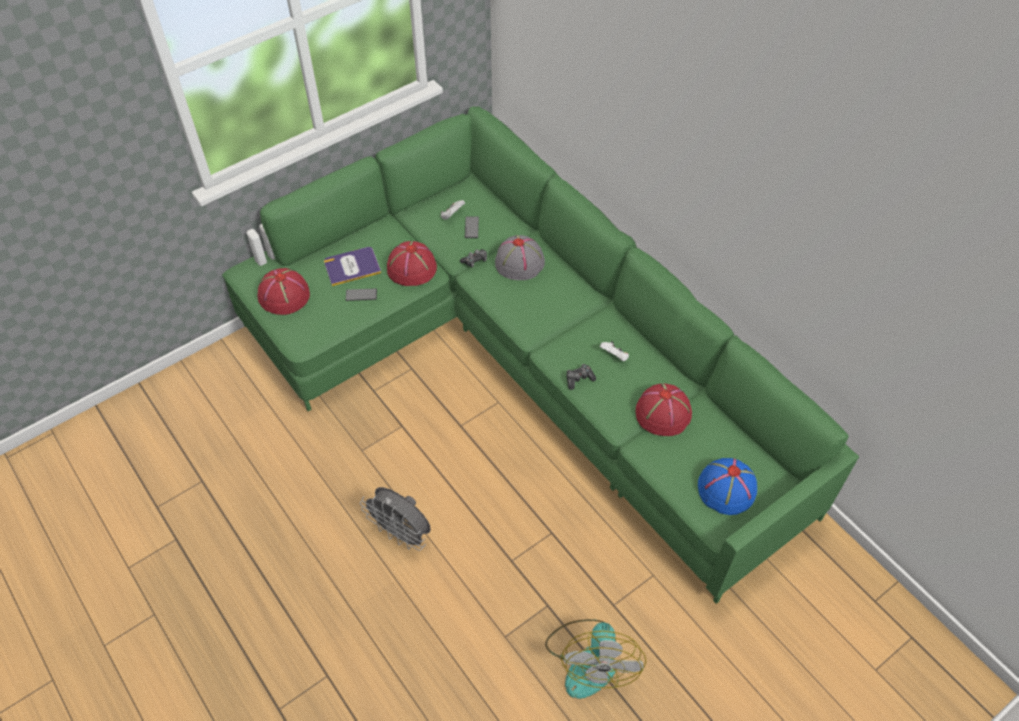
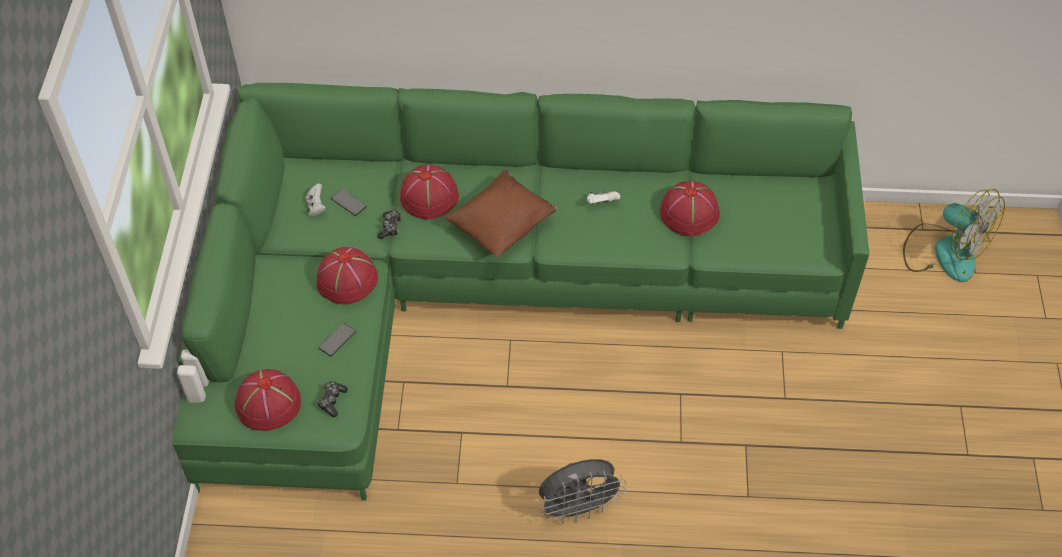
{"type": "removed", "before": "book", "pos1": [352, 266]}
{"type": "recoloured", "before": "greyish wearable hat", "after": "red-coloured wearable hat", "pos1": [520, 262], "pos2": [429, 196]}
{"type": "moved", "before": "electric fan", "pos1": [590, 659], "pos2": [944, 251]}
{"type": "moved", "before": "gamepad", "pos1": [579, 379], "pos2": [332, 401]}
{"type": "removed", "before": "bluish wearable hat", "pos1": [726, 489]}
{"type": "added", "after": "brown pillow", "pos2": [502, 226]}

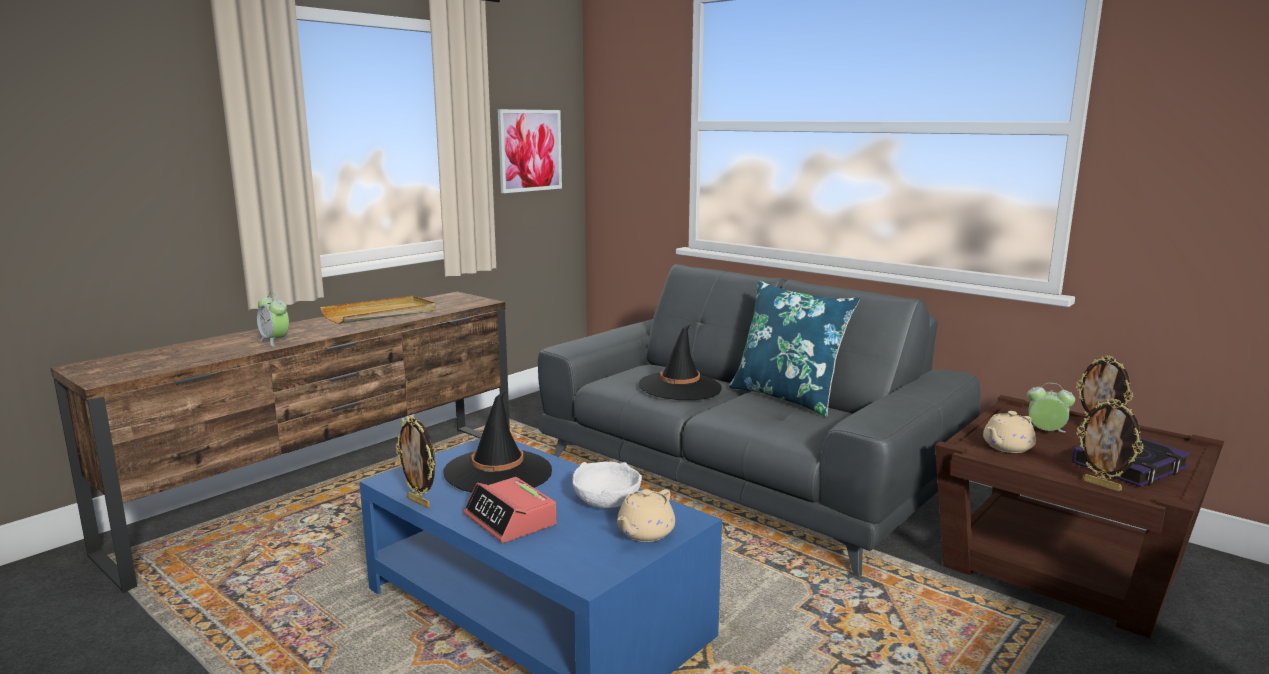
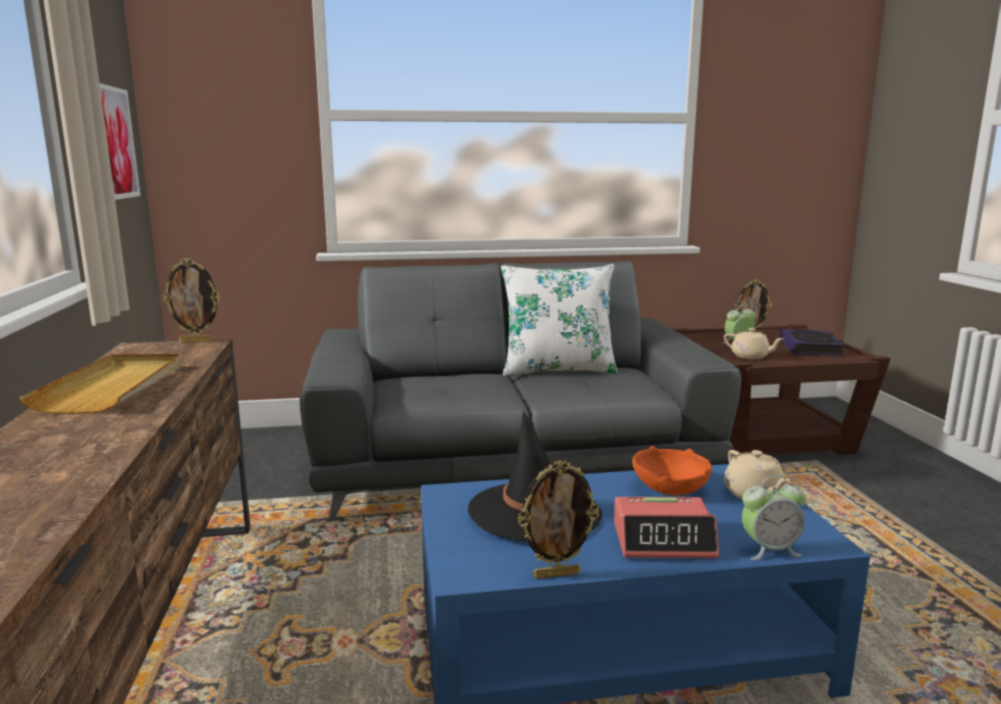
{"type": "moved", "before": "alarm clock", "pos1": [275, 341], "pos2": [769, 550]}
{"type": "recoloured", "before": "white-coloured serving bowl", "after": "orangey serving bowl", "pos1": [606, 501], "pos2": [670, 488]}
{"type": "removed", "before": "blackish wearable hat", "pos1": [680, 387]}
{"type": "recoloured", "before": "bluish pillow", "after": "white-coloured pillow", "pos1": [788, 397], "pos2": [558, 369]}
{"type": "turned", "before": "beige teapot", "pos1": [1006, 447], "pos2": [751, 356], "turn": -60}
{"type": "moved", "before": "picture frame", "pos1": [1102, 485], "pos2": [197, 341]}

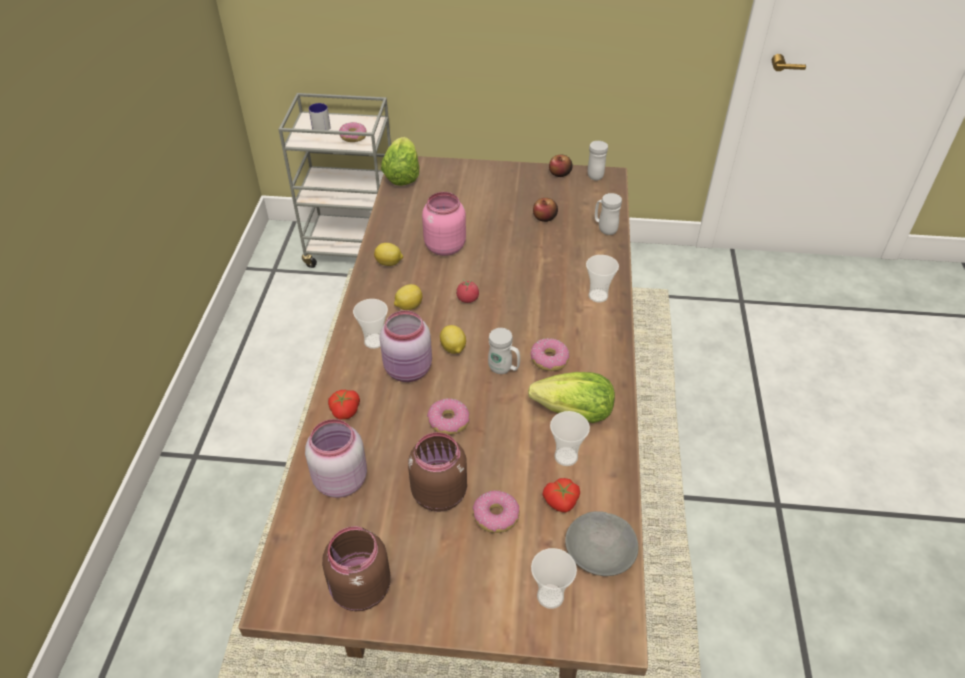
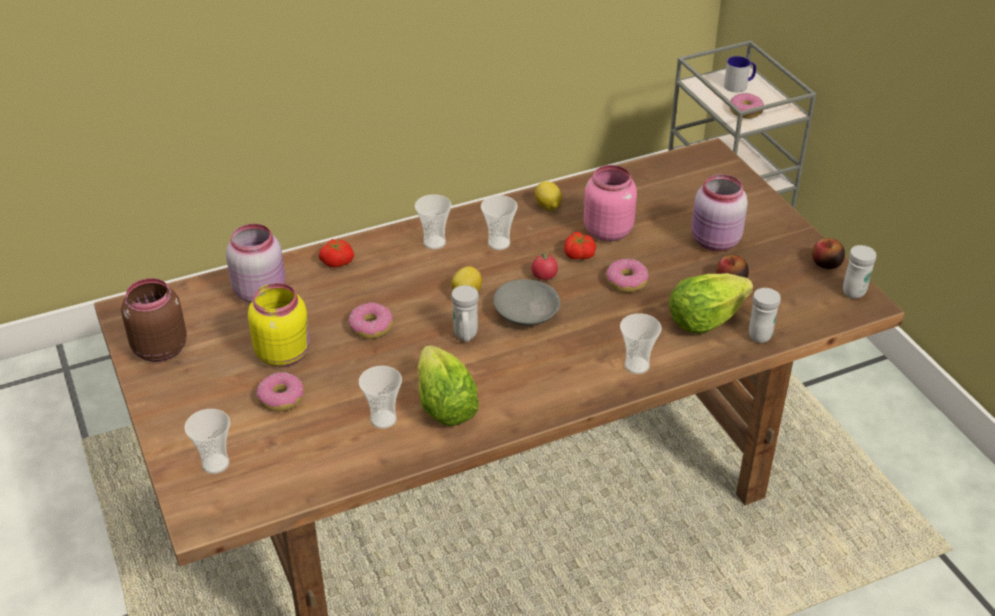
{"type": "moved", "before": "pinkish jar", "pos1": [409, 370], "pos2": [715, 242]}
{"type": "moved", "before": "head of lettuce", "pos1": [402, 176], "pos2": [704, 320]}
{"type": "replaced", "before": "lemon", "after": "drinking cup", "pos1": [408, 306], "pos2": [499, 243]}
{"type": "recoloured", "before": "brown jar", "after": "yellowish jar", "pos1": [438, 492], "pos2": [284, 353]}
{"type": "moved", "before": "donut", "pos1": [549, 359], "pos2": [626, 281]}
{"type": "moved", "before": "fresh tomato", "pos1": [561, 502], "pos2": [578, 255]}
{"type": "moved", "before": "greyish serving bowl", "pos1": [600, 551], "pos2": [527, 313]}

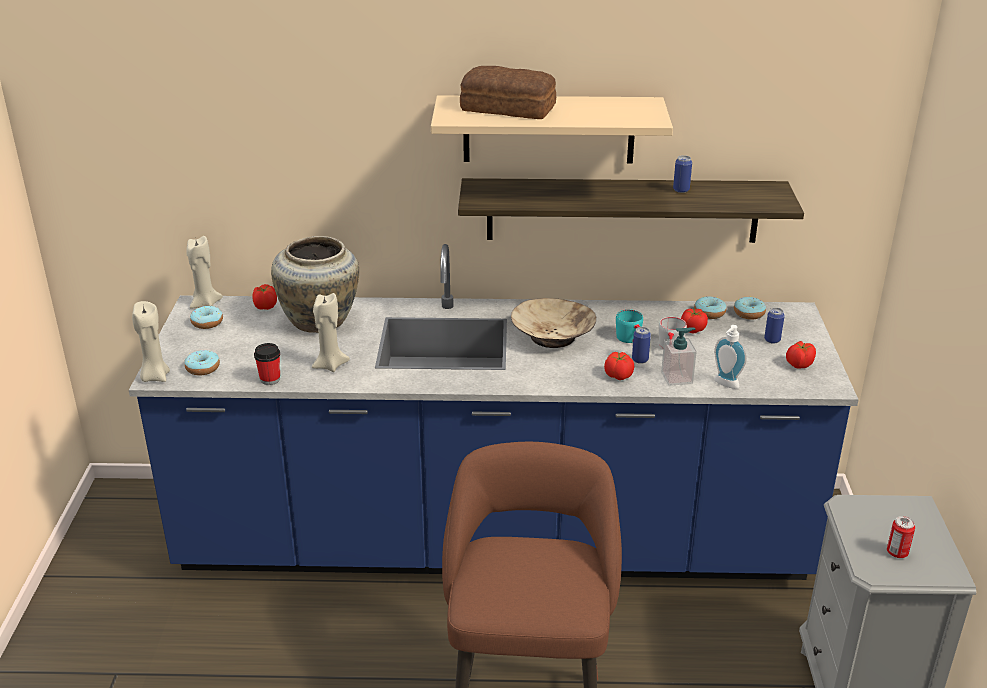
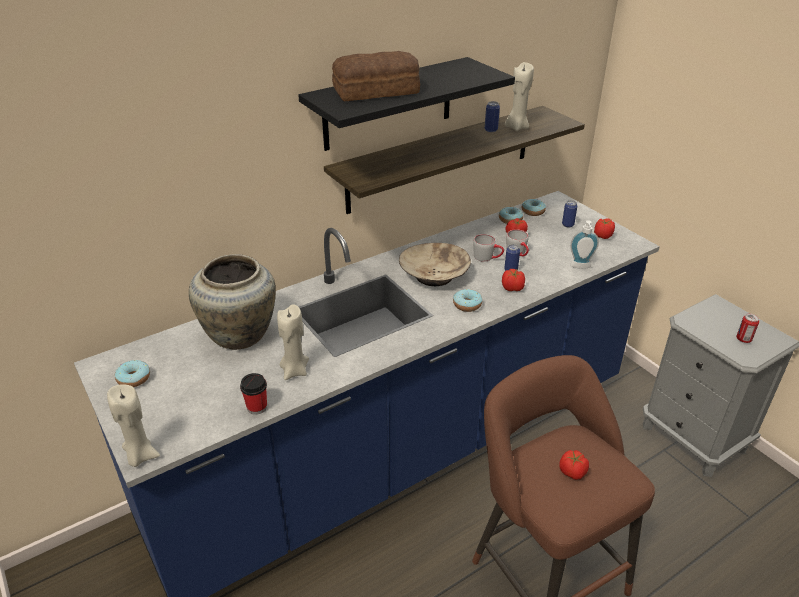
{"type": "moved", "before": "donut", "pos1": [202, 368], "pos2": [467, 305]}
{"type": "moved", "before": "beige wax candle", "pos1": [205, 304], "pos2": [516, 127]}
{"type": "moved", "before": "fresh tomato", "pos1": [265, 307], "pos2": [572, 472]}
{"type": "recoloured", "before": "beige shelf", "after": "blackish shelf", "pos1": [548, 129], "pos2": [388, 104]}
{"type": "recoloured", "before": "turquoise-coloured coffee mug", "after": "greyish coffee mug", "pos1": [631, 340], "pos2": [487, 257]}
{"type": "removed", "before": "soap dispenser", "pos1": [677, 378]}

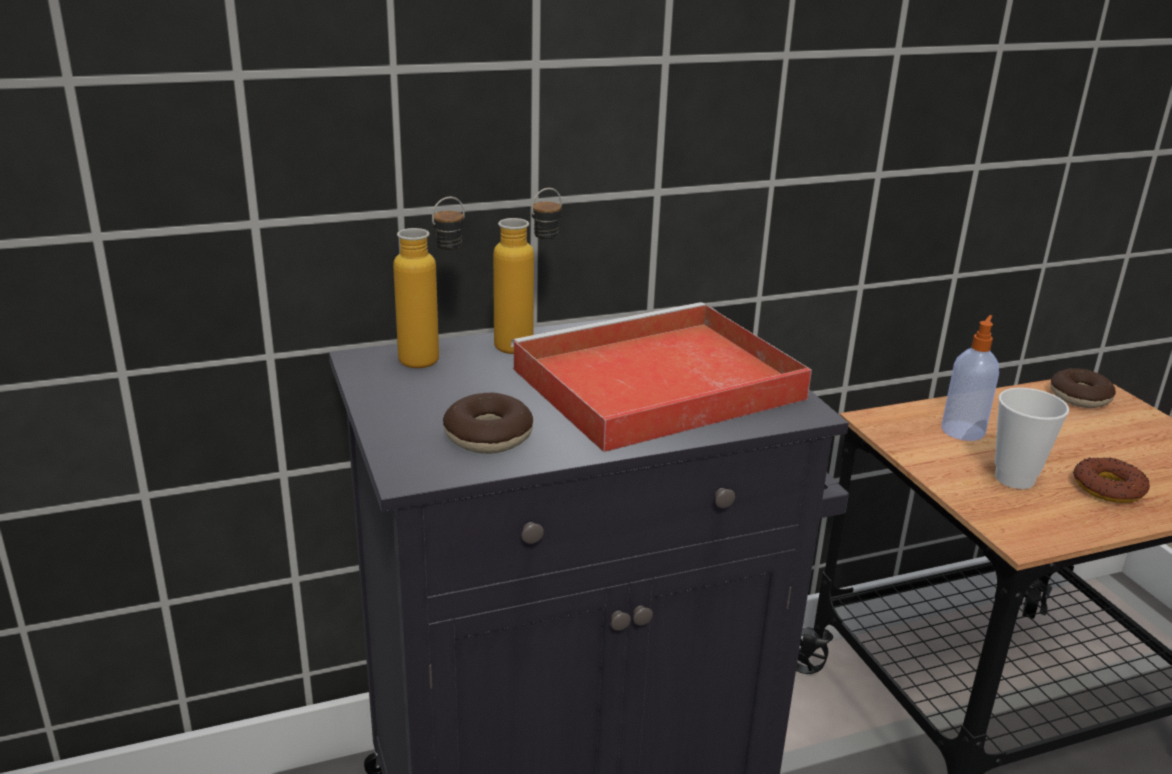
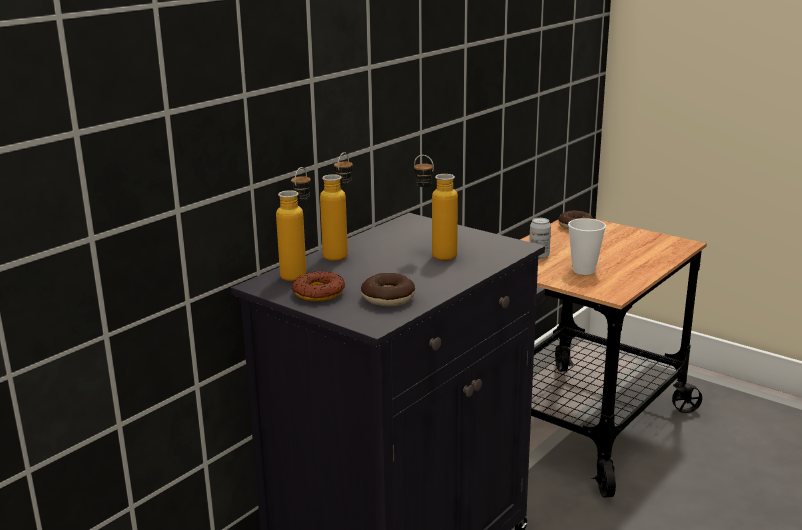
{"type": "replaced", "before": "red-coloured serving tray", "after": "beverage bottle", "pos1": [653, 385], "pos2": [435, 254]}
{"type": "replaced", "before": "soap dispenser", "after": "can", "pos1": [963, 430], "pos2": [539, 256]}
{"type": "moved", "before": "donut", "pos1": [1108, 488], "pos2": [318, 293]}

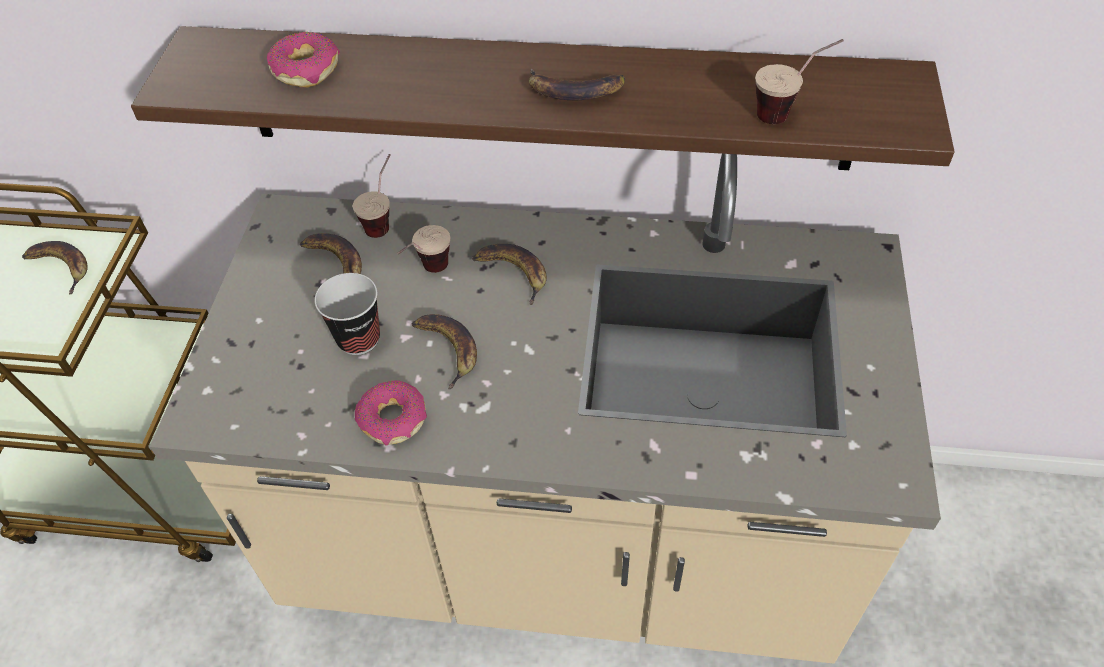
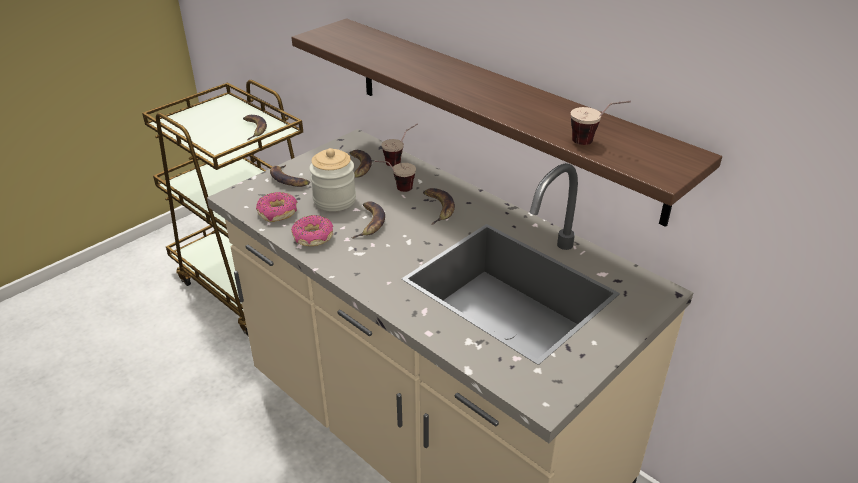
{"type": "moved", "before": "donut", "pos1": [306, 69], "pos2": [278, 212]}
{"type": "replaced", "before": "drinking cup", "after": "jar", "pos1": [358, 339], "pos2": [334, 200]}
{"type": "moved", "before": "banana", "pos1": [574, 90], "pos2": [289, 179]}

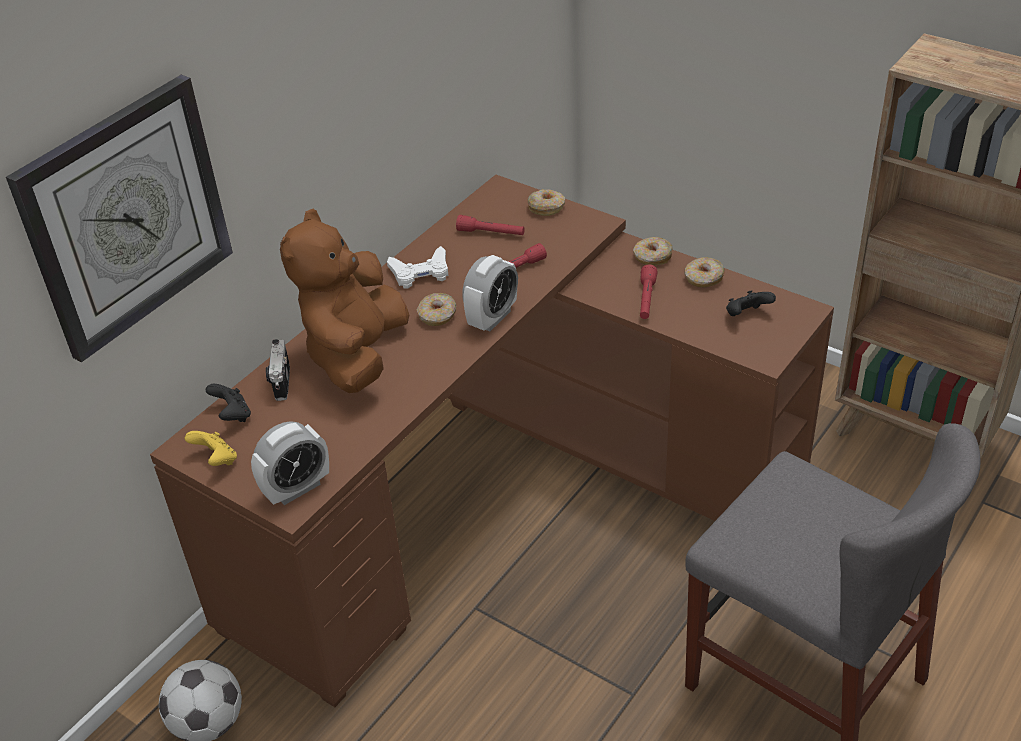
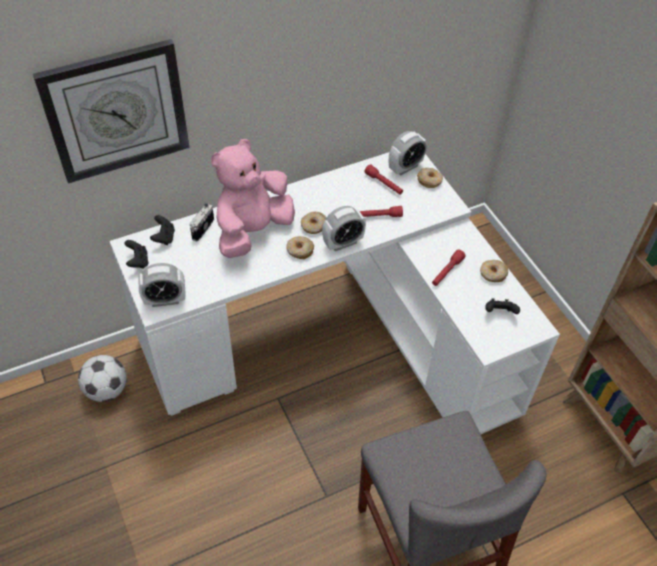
{"type": "recoloured", "before": "brown desk unit", "after": "white-coloured desk unit", "pos1": [502, 495], "pos2": [337, 338]}
{"type": "recoloured", "before": "yellowish gamepad", "after": "blackish gamepad", "pos1": [216, 460], "pos2": [138, 261]}
{"type": "recoloured", "before": "brown plush toy", "after": "pinkish plush toy", "pos1": [356, 355], "pos2": [252, 231]}
{"type": "removed", "before": "white-coloured gamepad", "pos1": [420, 273]}
{"type": "moved", "before": "donut", "pos1": [652, 257], "pos2": [299, 251]}
{"type": "added", "after": "alarm clock", "pos2": [405, 167]}

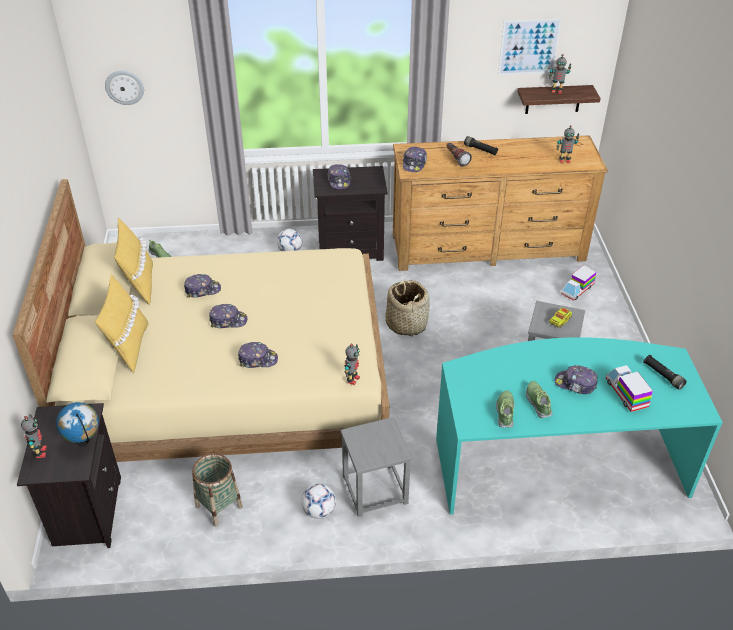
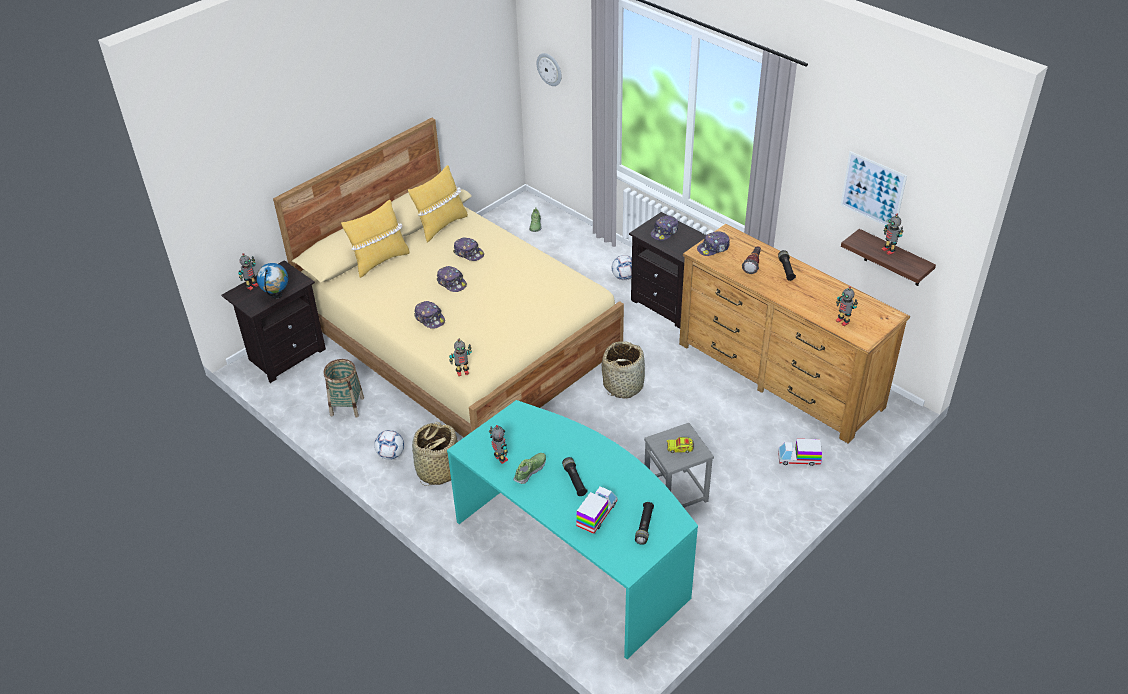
{"type": "replaced", "before": "greyish stool seat", "after": "basket", "pos1": [375, 490], "pos2": [437, 470]}
{"type": "replaced", "before": "item of footwear", "after": "robot figure", "pos1": [505, 412], "pos2": [500, 459]}
{"type": "replaced", "before": "cap", "after": "blackish flashlight", "pos1": [575, 384], "pos2": [574, 480]}

